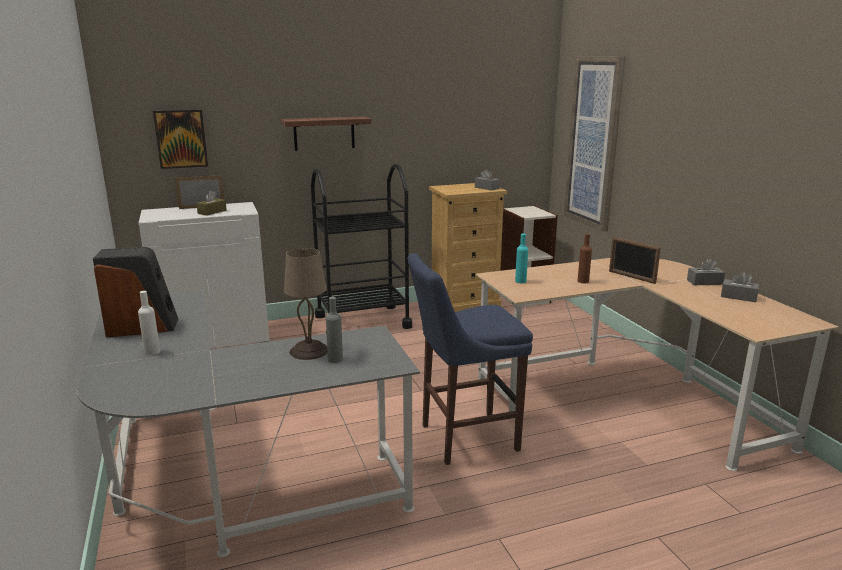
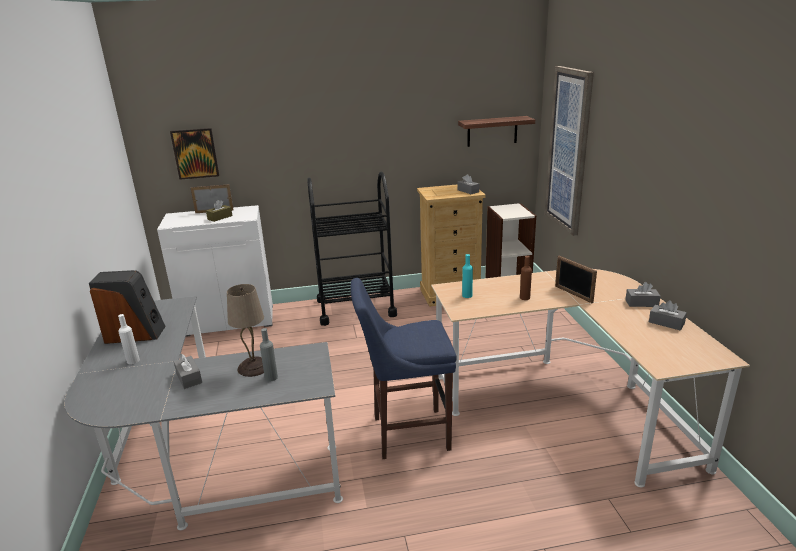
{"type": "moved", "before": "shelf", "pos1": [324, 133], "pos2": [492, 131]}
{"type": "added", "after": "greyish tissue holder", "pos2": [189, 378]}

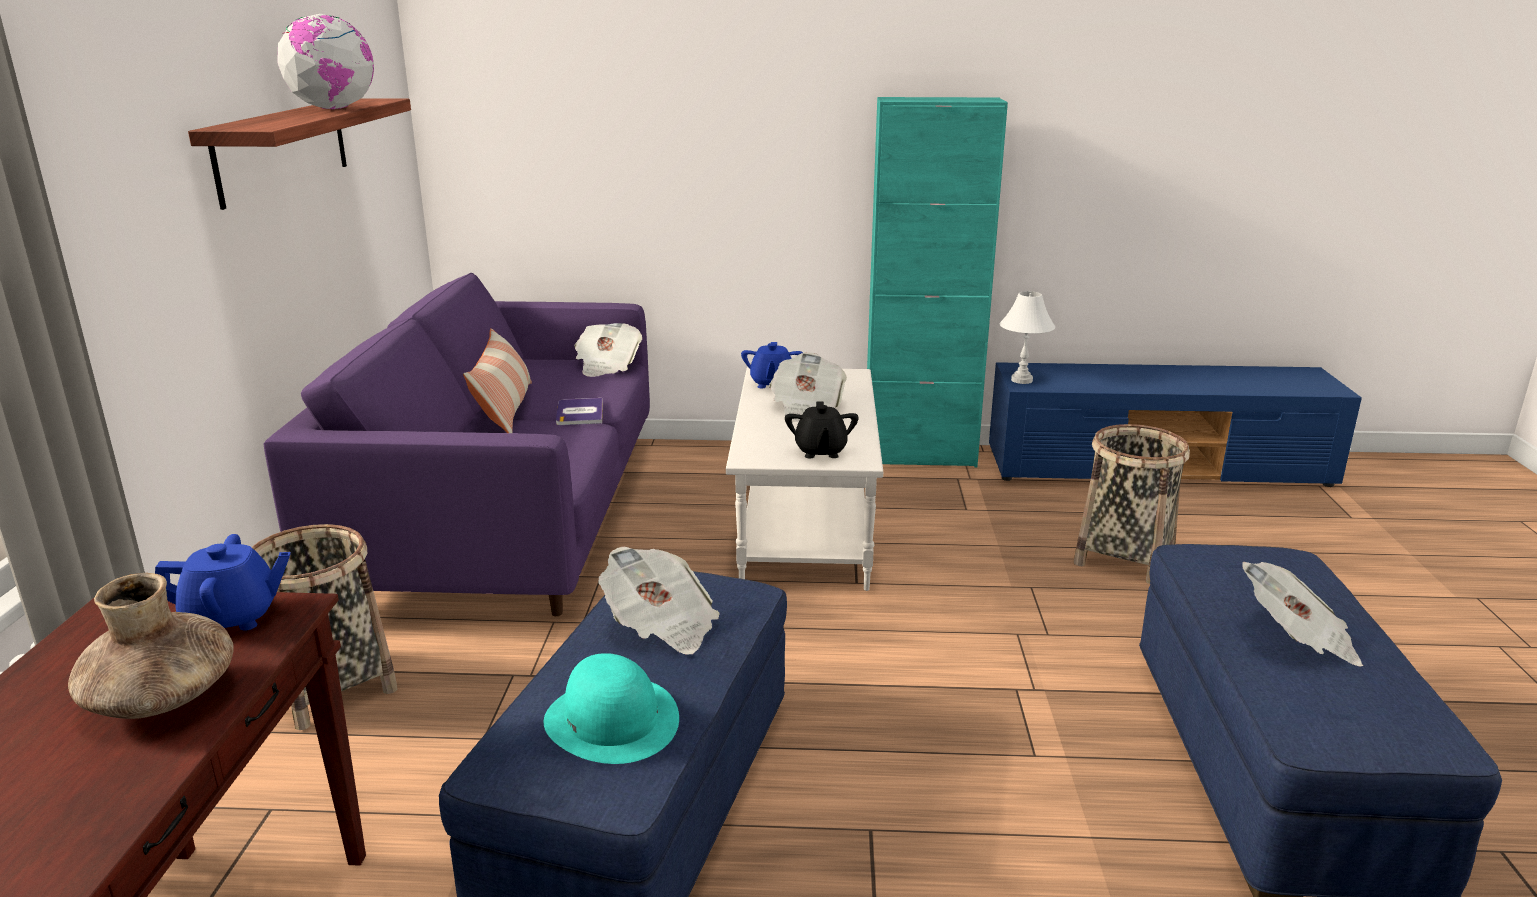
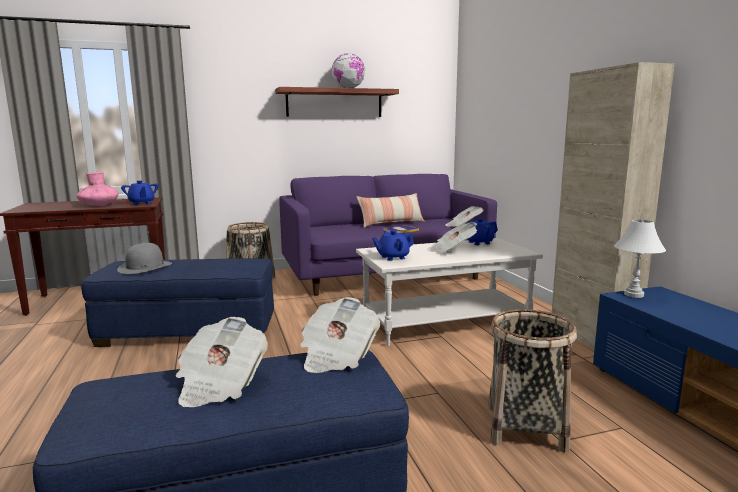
{"type": "recoloured", "before": "brown decorative vase", "after": "pinkish decorative vase", "pos1": [162, 698], "pos2": [99, 205]}
{"type": "recoloured", "before": "turquoise-coloured wearable hat", "after": "greyish wearable hat", "pos1": [612, 720], "pos2": [145, 267]}
{"type": "moved", "before": "printed paper", "pos1": [661, 626], "pos2": [337, 356]}
{"type": "recoloured", "before": "blackish teapot", "after": "bluish teapot", "pos1": [820, 451], "pos2": [393, 257]}
{"type": "recoloured", "before": "turquoise-coloured cabinet", "after": "beige cabinet", "pos1": [919, 456], "pos2": [591, 338]}

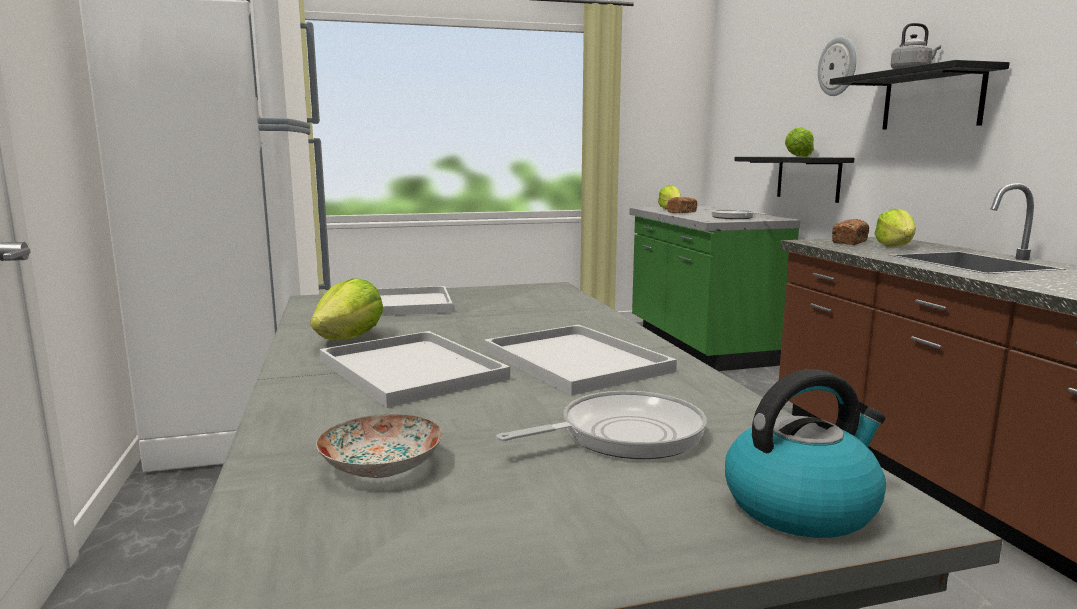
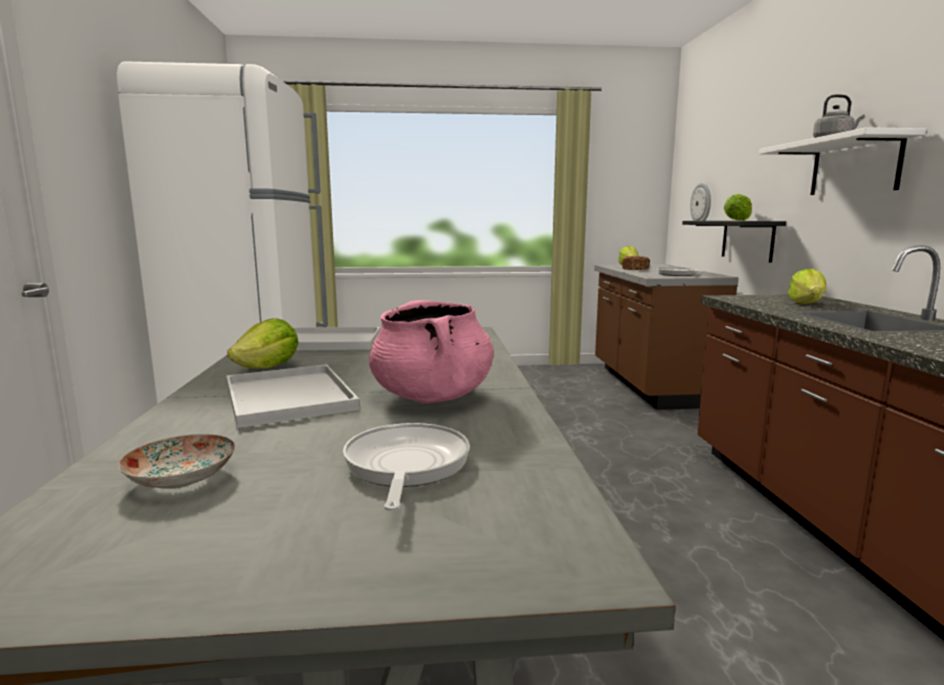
{"type": "replaced", "before": "white-coloured serving tray", "after": "pinkish cooking pot", "pos1": [579, 361], "pos2": [432, 397]}
{"type": "turned", "before": "skillet", "pos1": [623, 435], "pos2": [405, 466], "turn": -75}
{"type": "recoloured", "before": "green-coloured kitchen base unit", "after": "brown kitchen base unit", "pos1": [699, 344], "pos2": [649, 385]}
{"type": "removed", "before": "kettle", "pos1": [801, 505]}
{"type": "moved", "before": "hanging clock", "pos1": [838, 66], "pos2": [701, 203]}
{"type": "recoloured", "before": "blackish shelf", "after": "white-coloured shelf", "pos1": [931, 100], "pos2": [854, 166]}
{"type": "removed", "before": "baked bread", "pos1": [849, 242]}

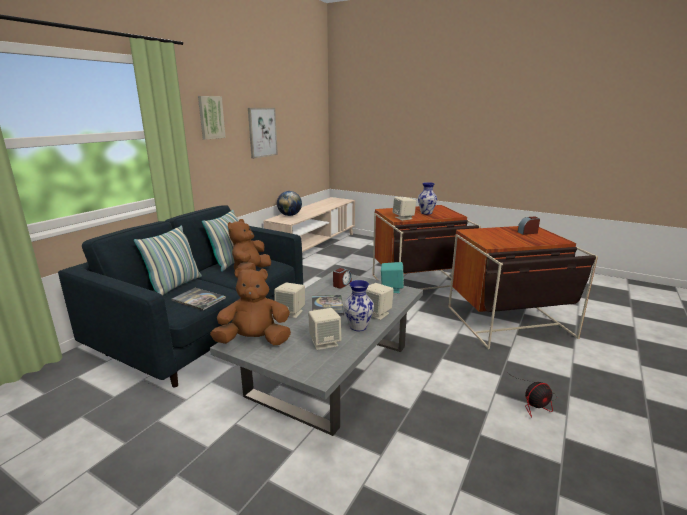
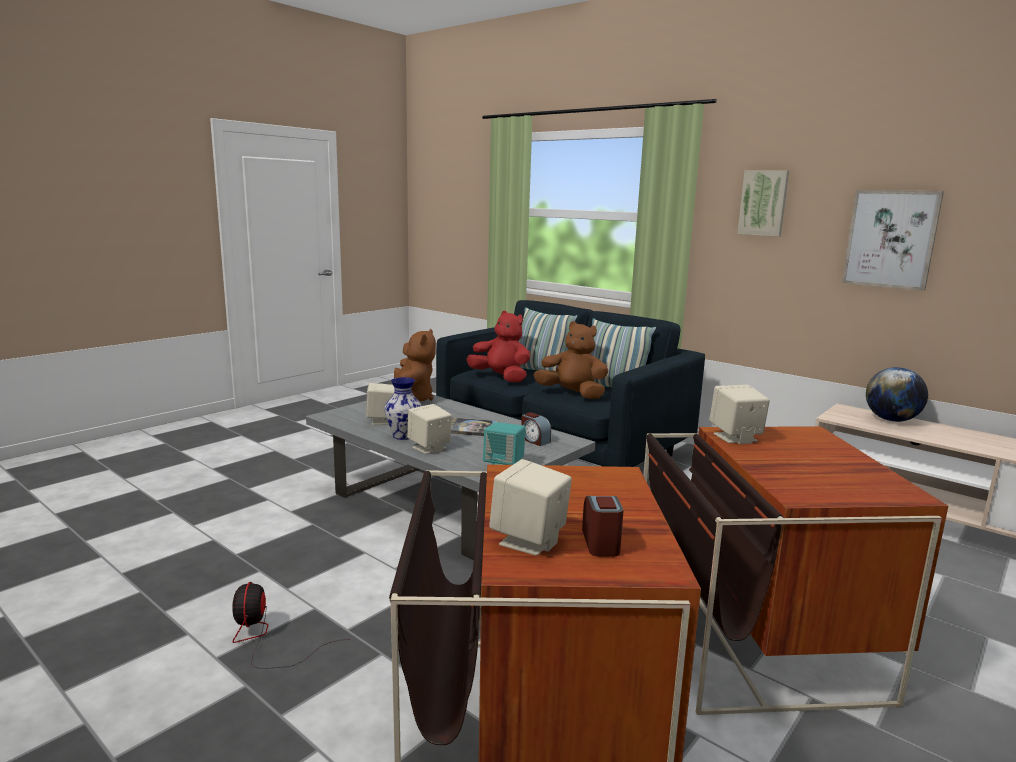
{"type": "replaced", "before": "book", "after": "red-coloured plush toy", "pos1": [199, 299], "pos2": [501, 378]}
{"type": "moved", "before": "beige speaker", "pos1": [291, 312], "pos2": [529, 540]}
{"type": "removed", "before": "decorative vase", "pos1": [426, 213]}

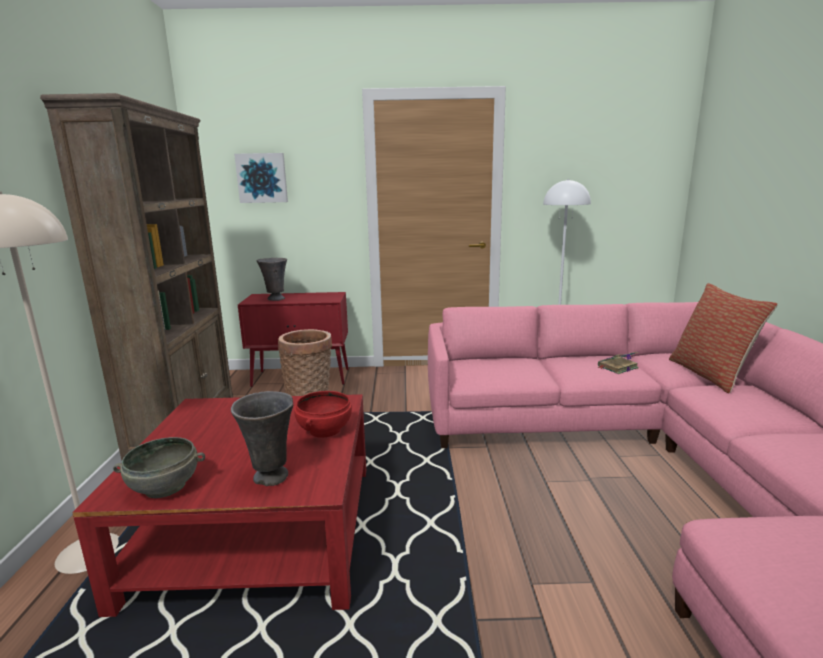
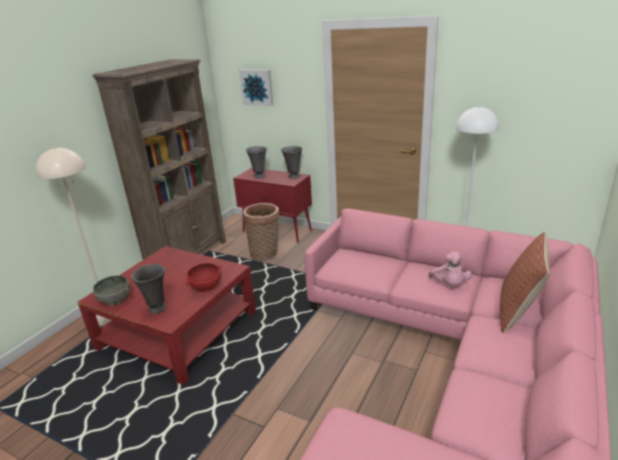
{"type": "replaced", "before": "book", "after": "pinkish plush toy", "pos1": [617, 367], "pos2": [449, 284]}
{"type": "added", "after": "greyish decorative vase", "pos2": [293, 176]}

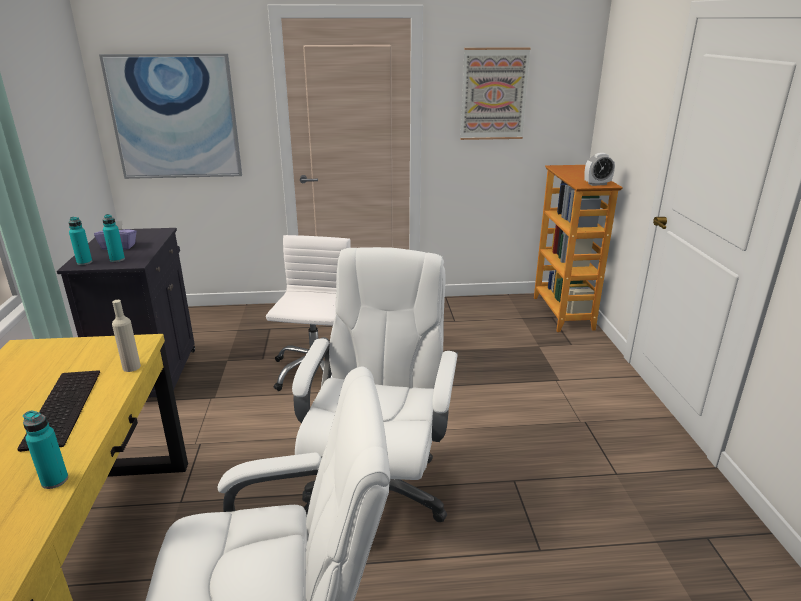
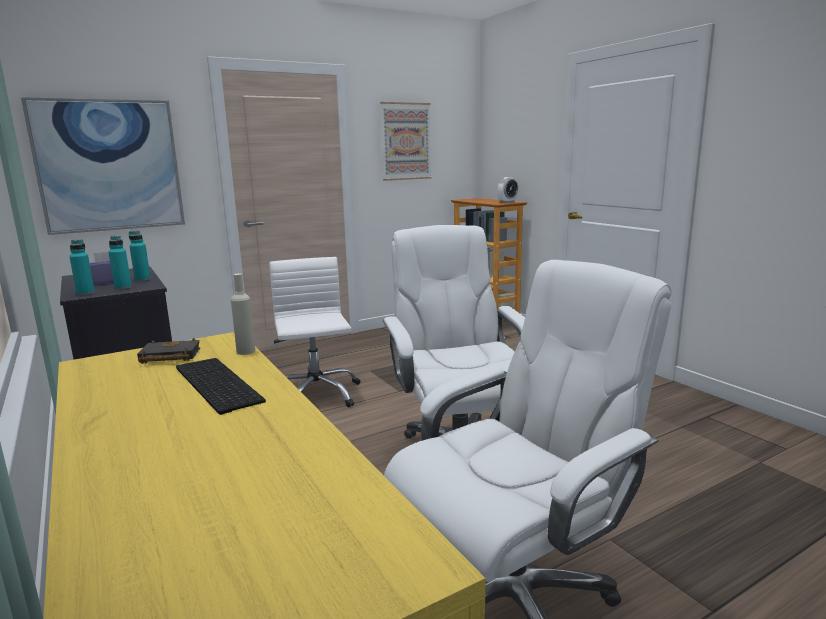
{"type": "moved", "before": "turquoise-coloured beverage bottle", "pos1": [55, 480], "pos2": [142, 279]}
{"type": "added", "after": "blackish book", "pos2": [168, 357]}

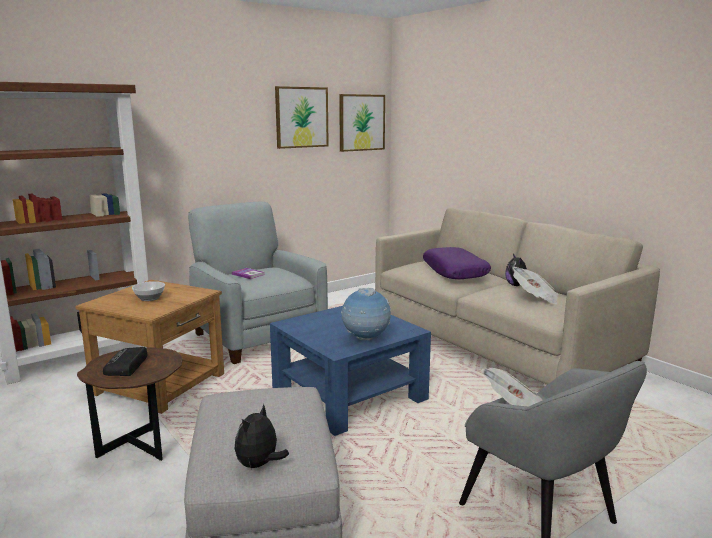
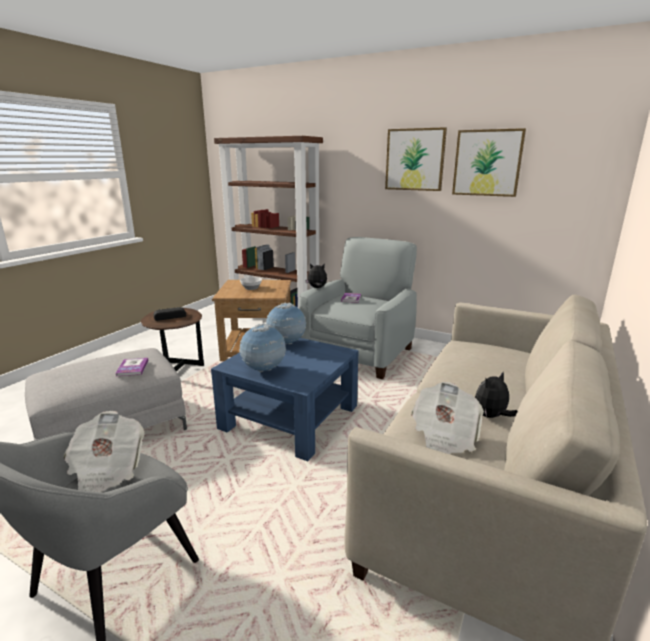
{"type": "moved", "before": "plush toy", "pos1": [259, 465], "pos2": [317, 288]}
{"type": "moved", "before": "wall art", "pos1": [361, 122], "pos2": [415, 159]}
{"type": "removed", "before": "purplish pillow", "pos1": [455, 272]}
{"type": "added", "after": "book", "pos2": [132, 368]}
{"type": "added", "after": "world globe", "pos2": [286, 344]}

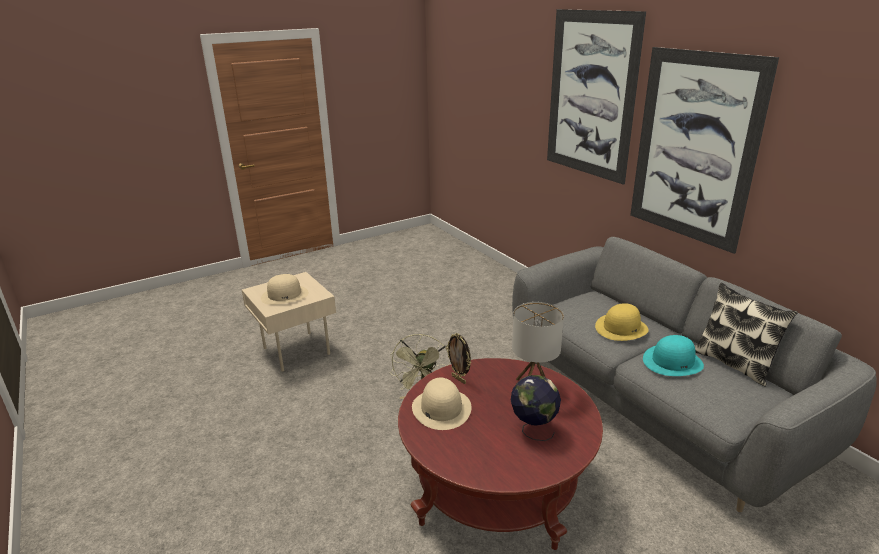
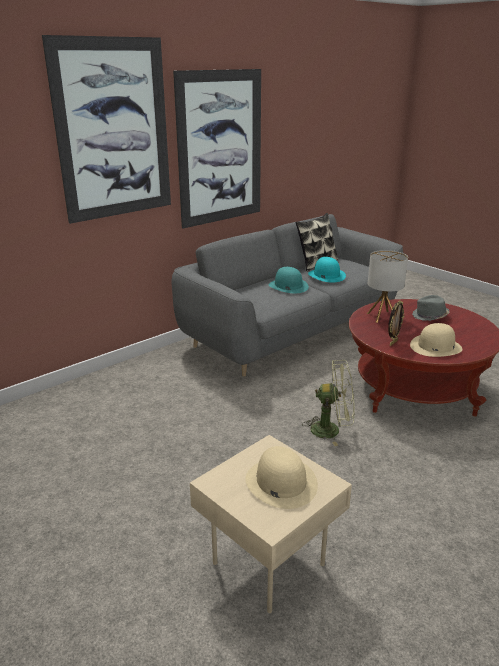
{"type": "replaced", "before": "world globe", "after": "greyish wearable hat", "pos1": [533, 430], "pos2": [430, 316]}
{"type": "recoloured", "before": "yellowish wearable hat", "after": "turquoise-coloured wearable hat", "pos1": [621, 328], "pos2": [288, 286]}

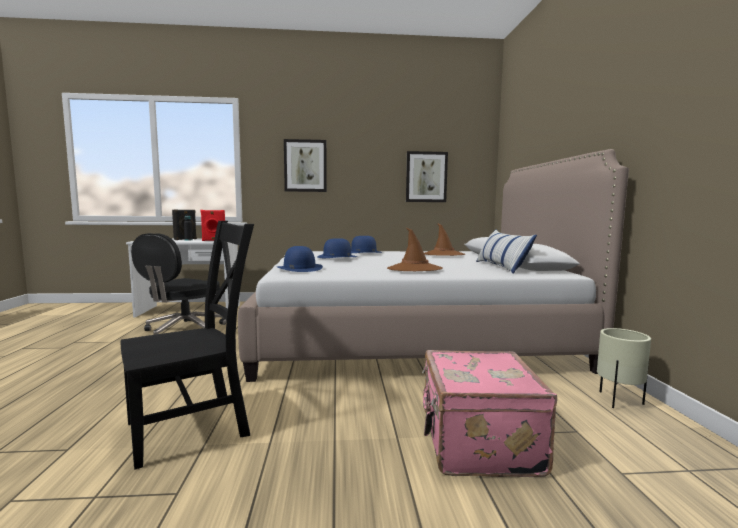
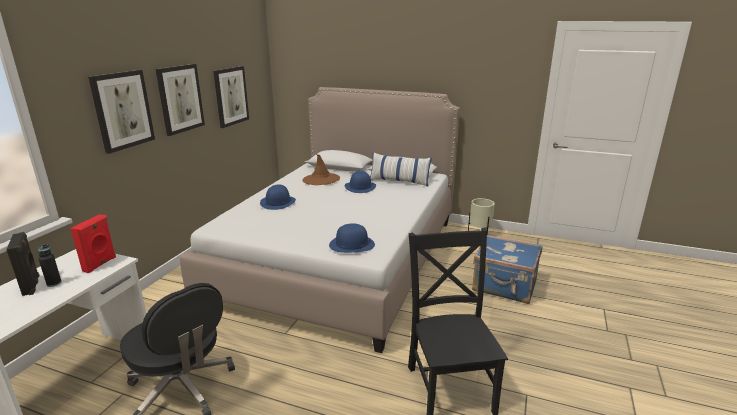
{"type": "moved", "before": "bluish wearable hat", "pos1": [337, 256], "pos2": [360, 187]}
{"type": "removed", "before": "brown wearable hat", "pos1": [414, 269]}
{"type": "recoloured", "before": "pinkish piece of luggage", "after": "bluish piece of luggage", "pos1": [477, 443], "pos2": [504, 286]}
{"type": "added", "after": "wall art", "pos2": [180, 99]}

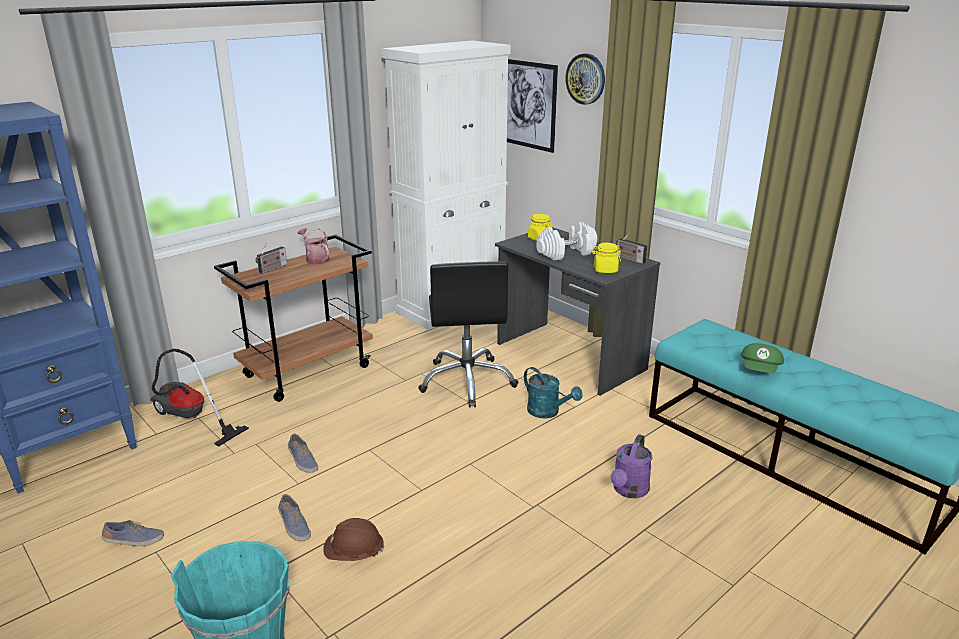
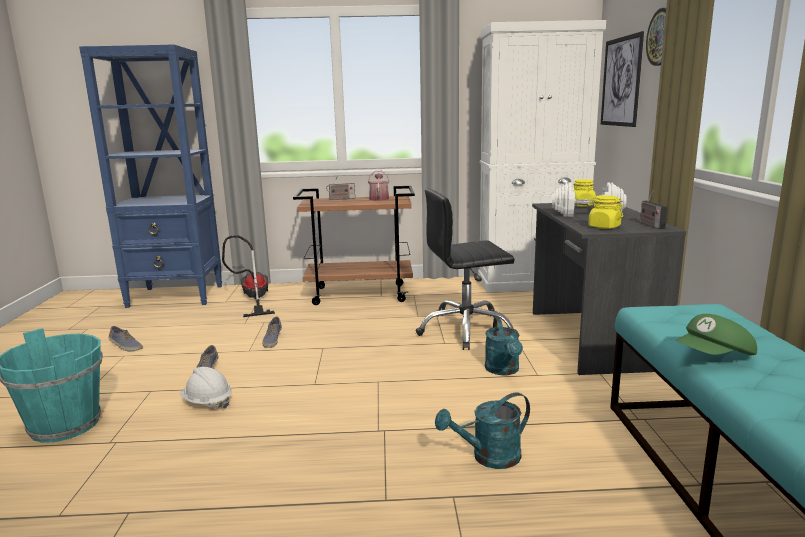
{"type": "recoloured", "before": "brown work helmet", "after": "white-coloured work helmet", "pos1": [354, 554], "pos2": [207, 403]}
{"type": "turned", "before": "blackish desk chair", "pos1": [468, 381], "pos2": [466, 330], "turn": 45}
{"type": "recoloured", "before": "purplish watering can", "after": "turquoise-coloured watering can", "pos1": [629, 491], "pos2": [488, 458]}

